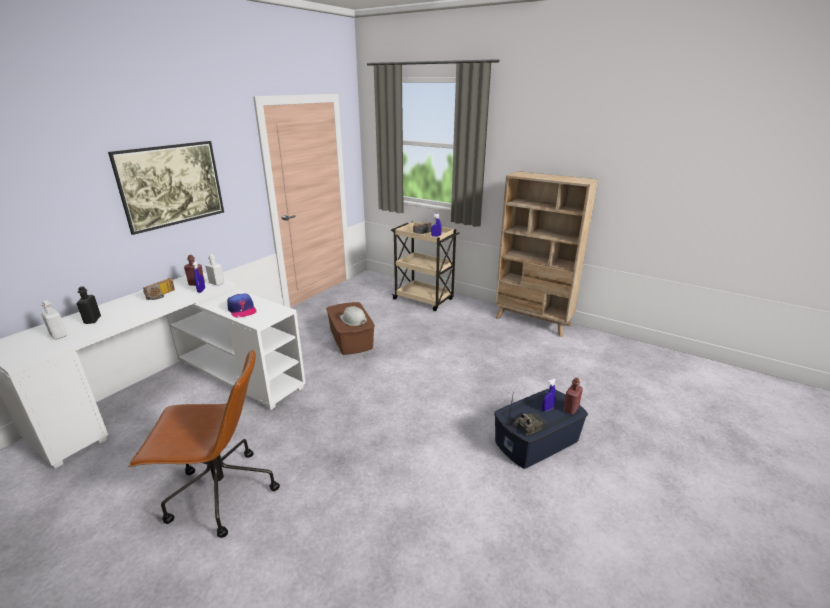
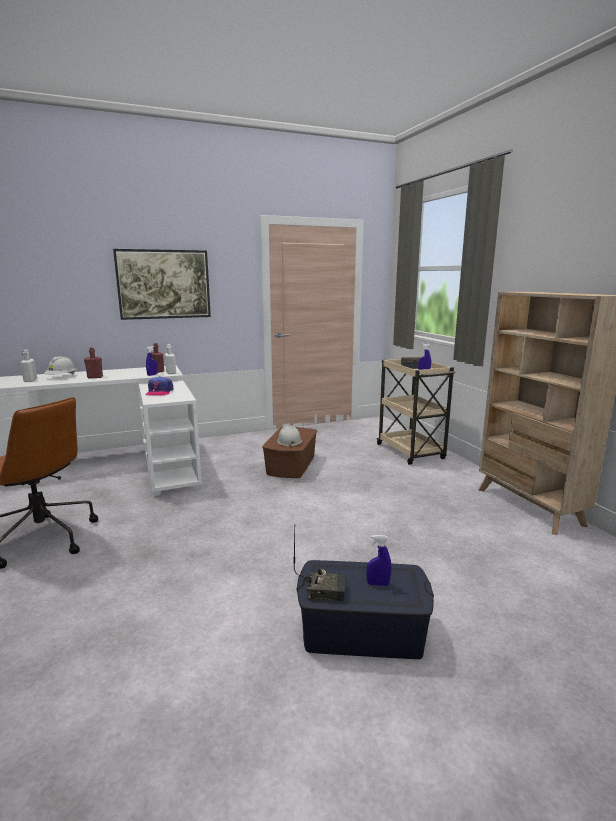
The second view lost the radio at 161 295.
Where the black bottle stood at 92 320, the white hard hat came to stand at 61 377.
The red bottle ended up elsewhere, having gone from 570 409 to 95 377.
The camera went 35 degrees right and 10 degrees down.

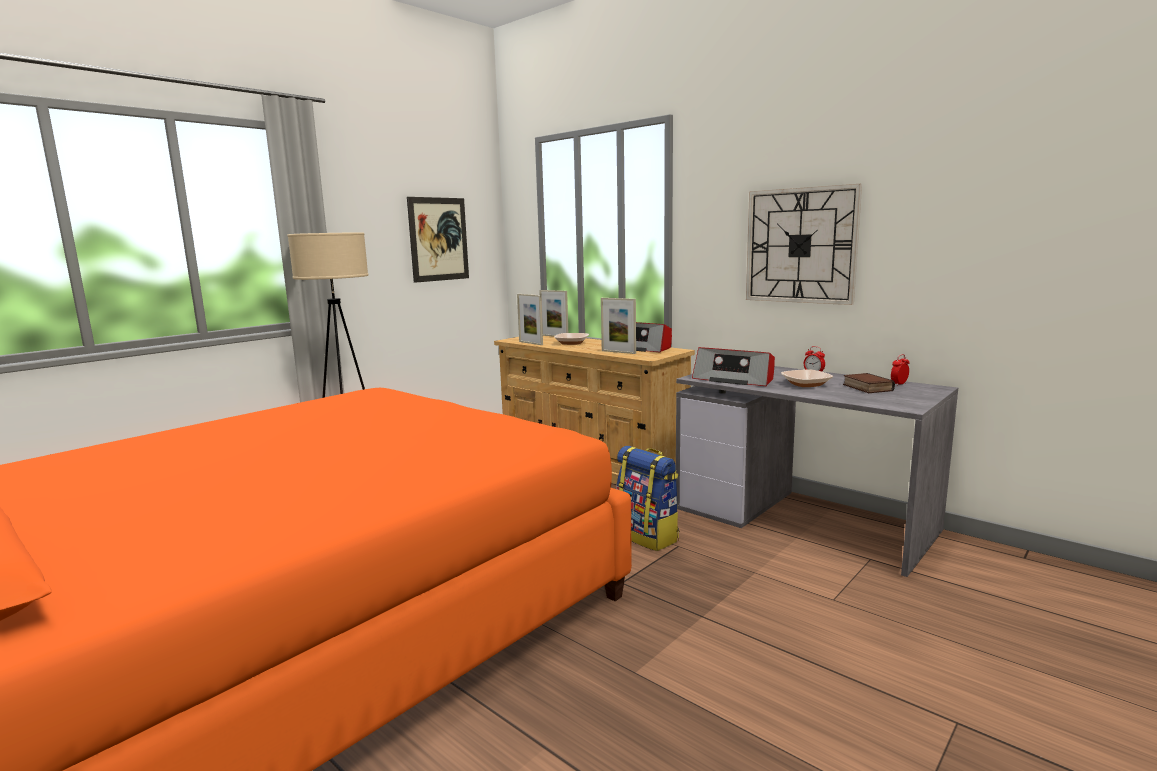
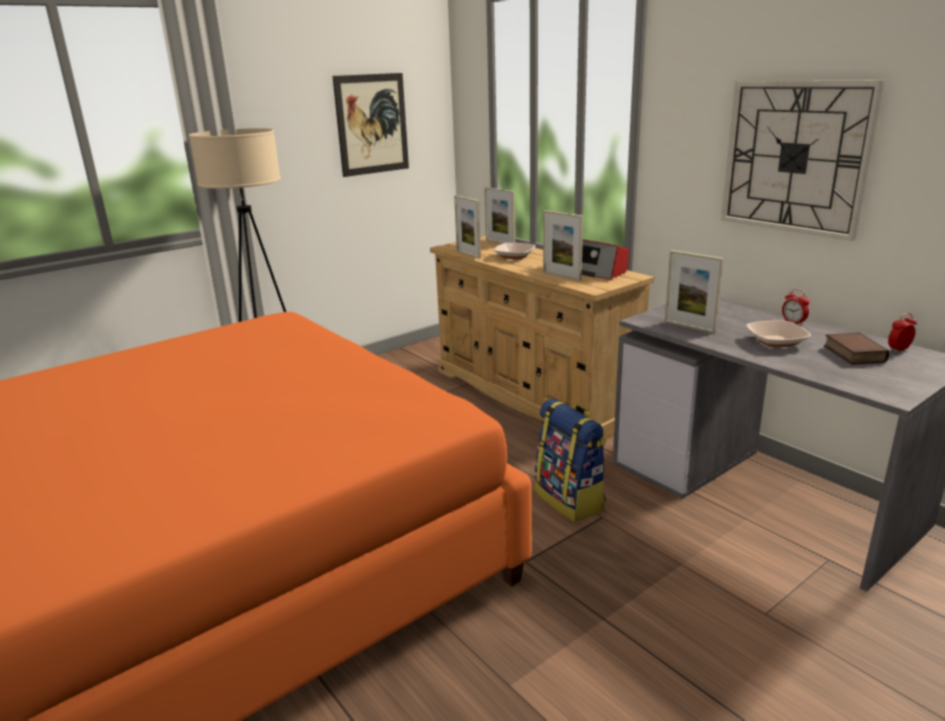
Where the radio stood at 734 379, the picture frame came to stand at 689 327.
The camera went 10 degrees right and 10 degrees up.

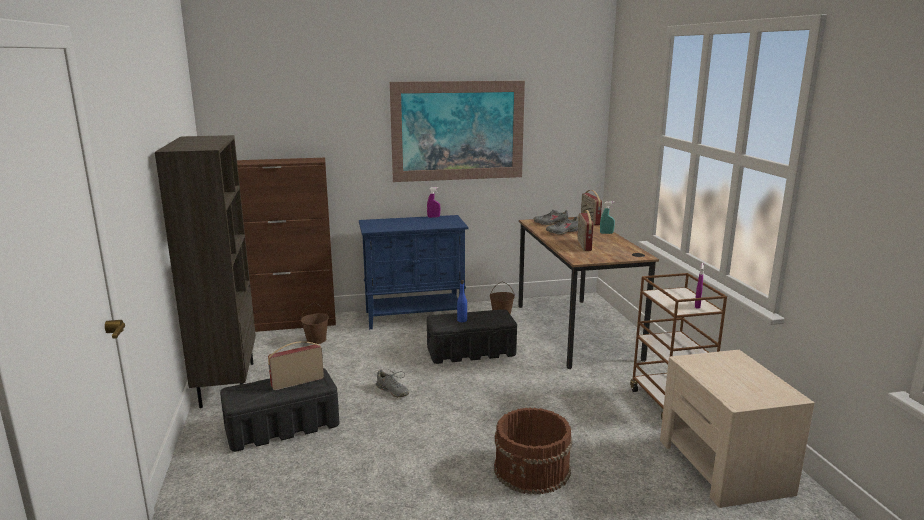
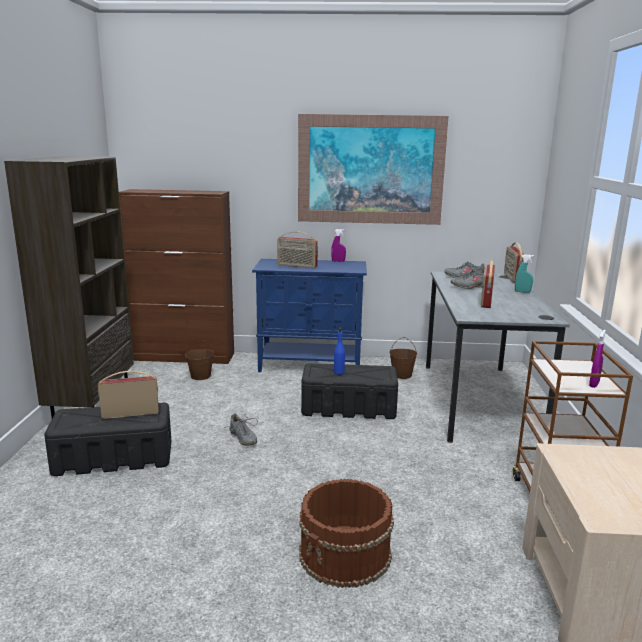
What was the brown desk at 576 331 turned into the grey desk at 478 401.
The second view gained the radio at 297 266.
The camera went 15 degrees right and 0 degrees up.

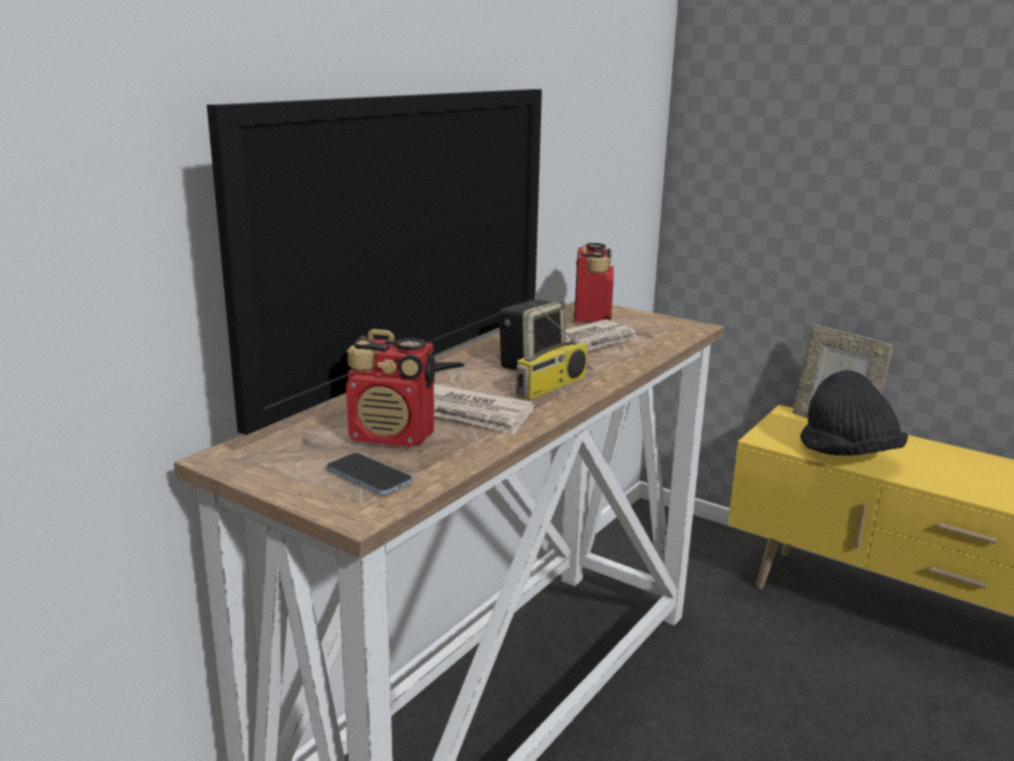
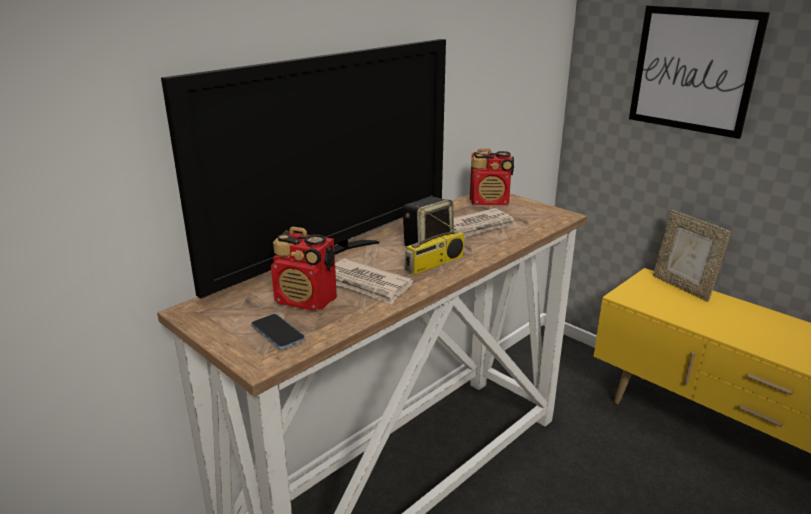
The radio at 592 315 ended up facing another way, 75 degrees clockwise from before.
The second view lost the black hat at 847 455.
The second view gained the picture at 693 70.
The camera went 10 degrees right and 5 degrees up.

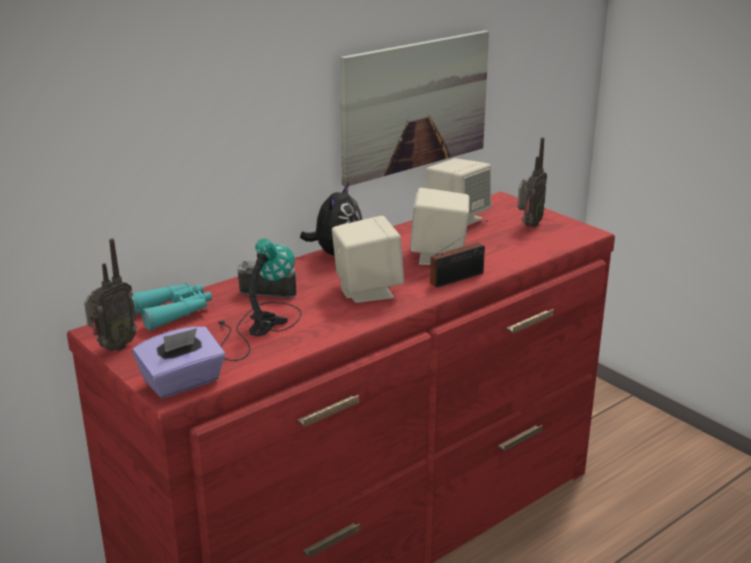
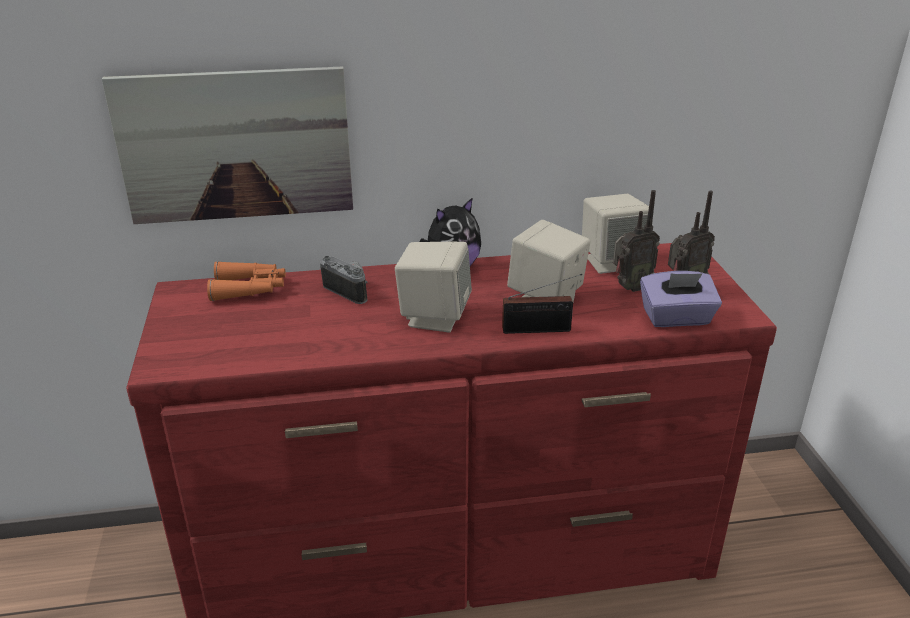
The picture ended up elsewhere, having gone from 415 105 to 236 145.
The radio ended up elsewhere, having gone from 113 347 to 629 287.
The second view lost the table lamp at 257 327.
What was the turquoise binoculars at 173 312 turned into the orange binoculars at 250 289.
The purple tissue box ended up elsewhere, having gone from 182 382 to 676 318.
The camera went 30 degrees right and 5 degrees up.

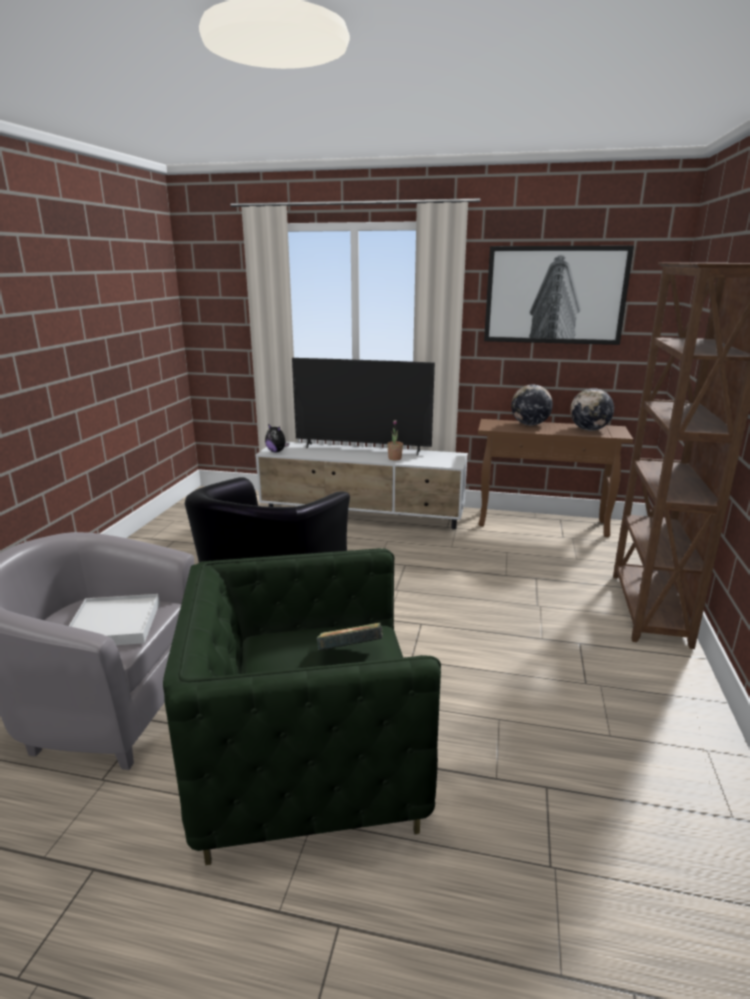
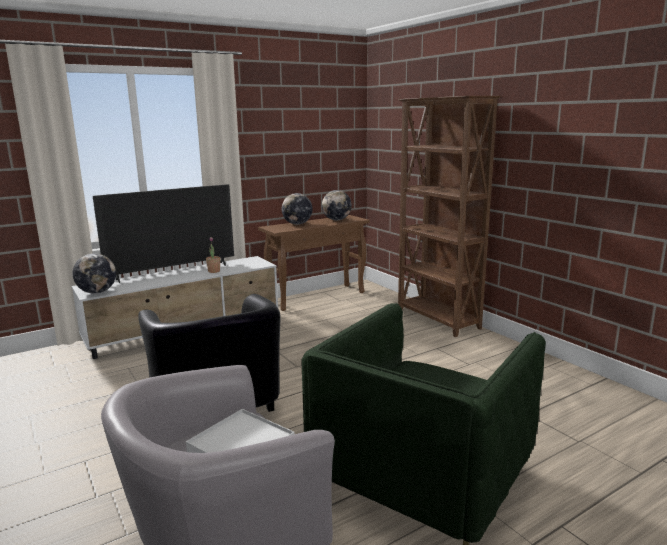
The second view lost the picture at 555 295.
Where the plush toy stood at 277 451, the globe came to stand at 97 292.
The second view lost the book at 350 654.
The camera went 45 degrees left and 5 degrees down.

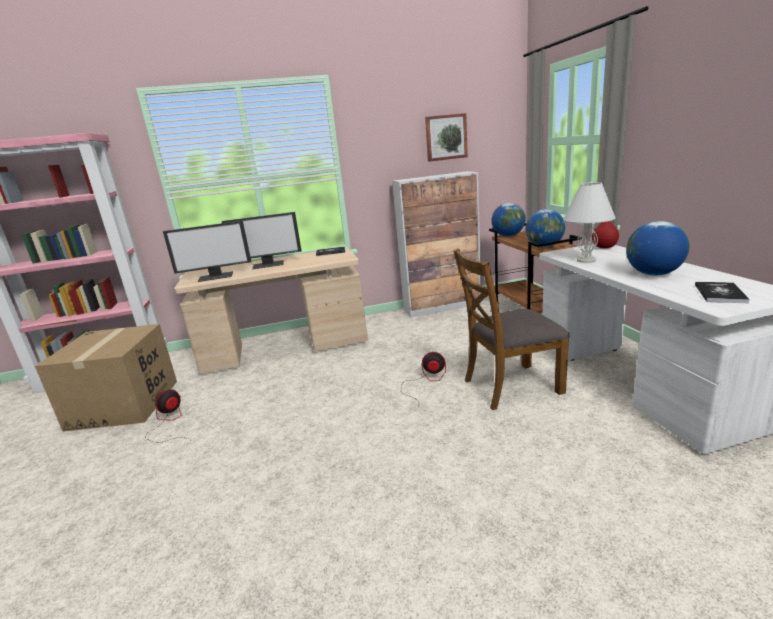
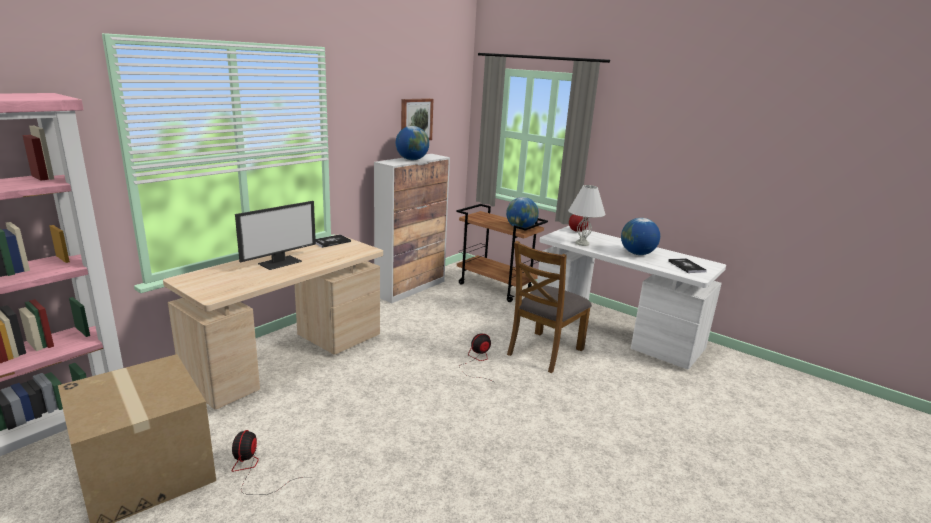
The globe ended up elsewhere, having gone from 508 236 to 412 160.
The second view lost the monitor at 216 276.
The camera went 40 degrees left and 0 degrees up.

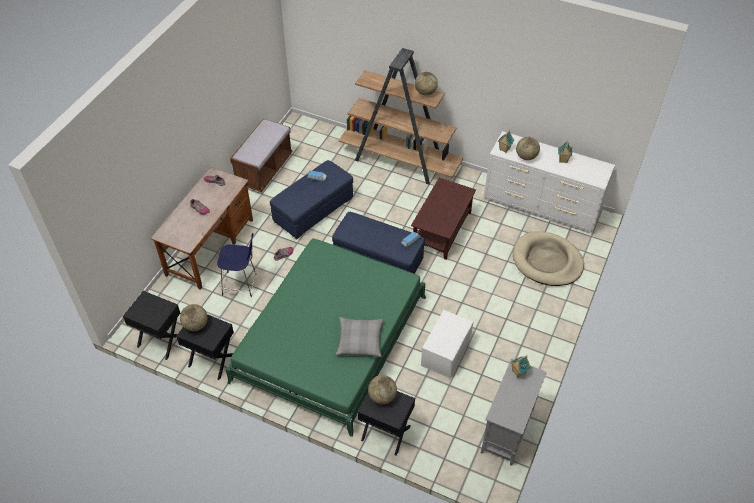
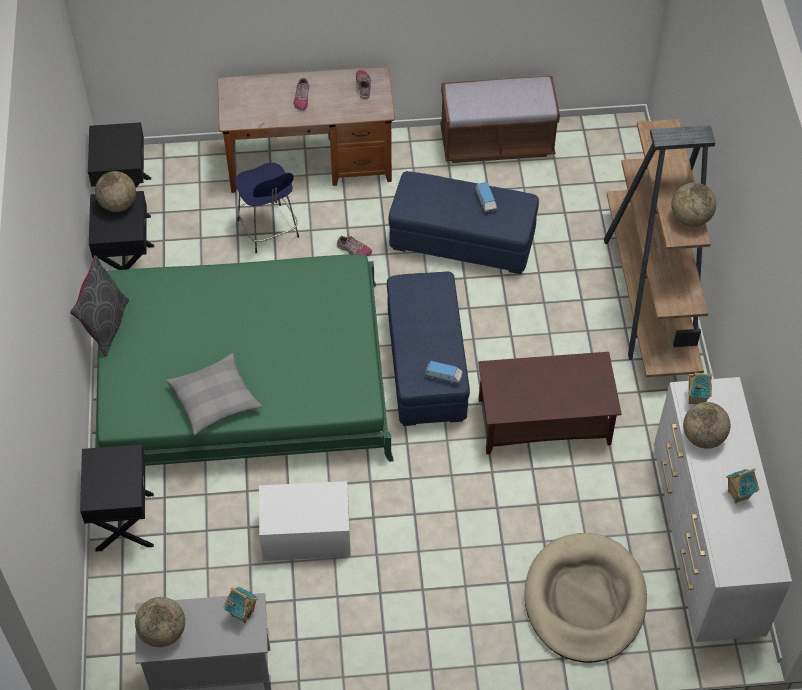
The globe ended up elsewhere, having gone from 382 396 to 163 632.
The second view gained the grey pillow at 105 326.
The camera went 60 degrees right and 5 degrees up.

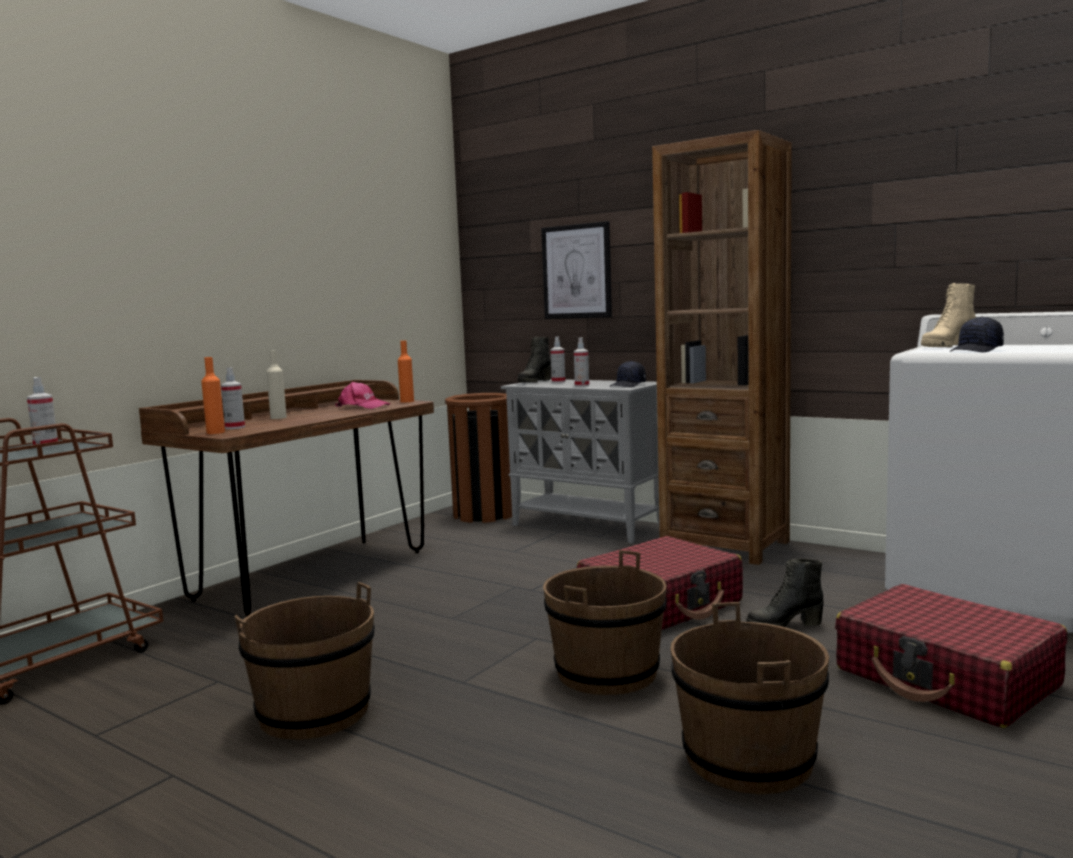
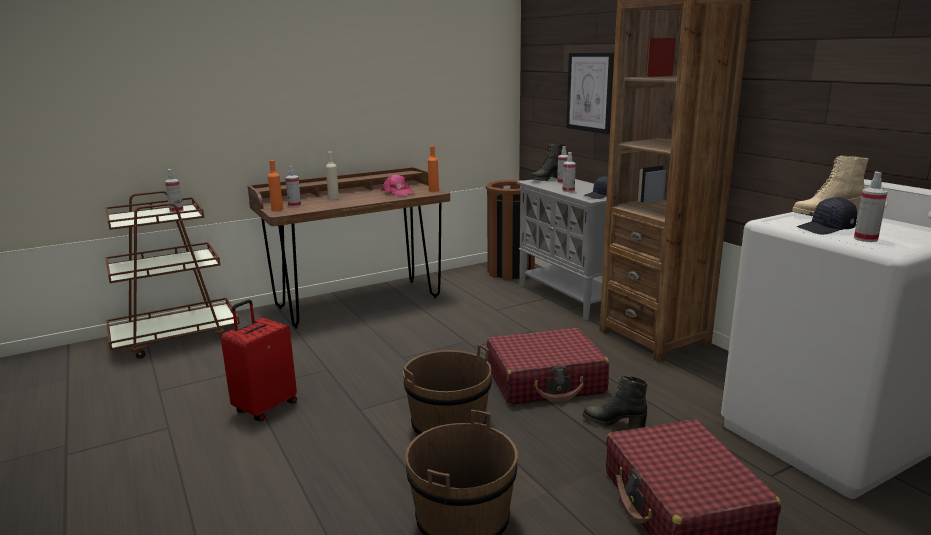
Where the brown bucket stood at 314 712, the red suitcase came to stand at 265 407.
The second view gained the spray bottle at 865 239.
The camera went 25 degrees right and 10 degrees up.

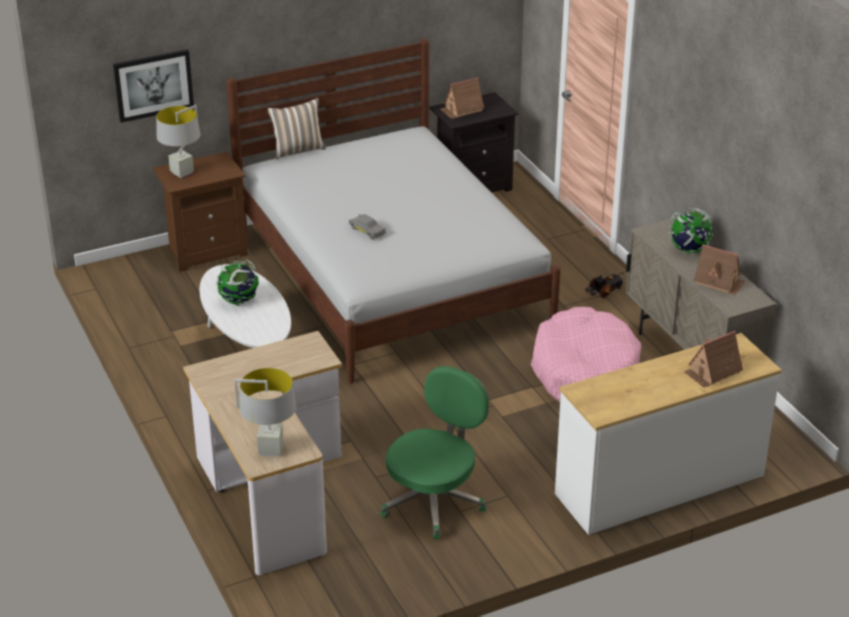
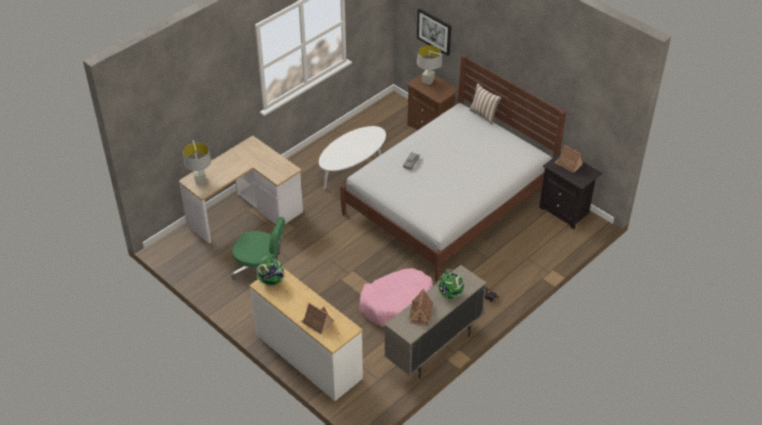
The globe ended up elsewhere, having gone from 239 301 to 272 281.
The camera went 70 degrees right and 10 degrees up.

